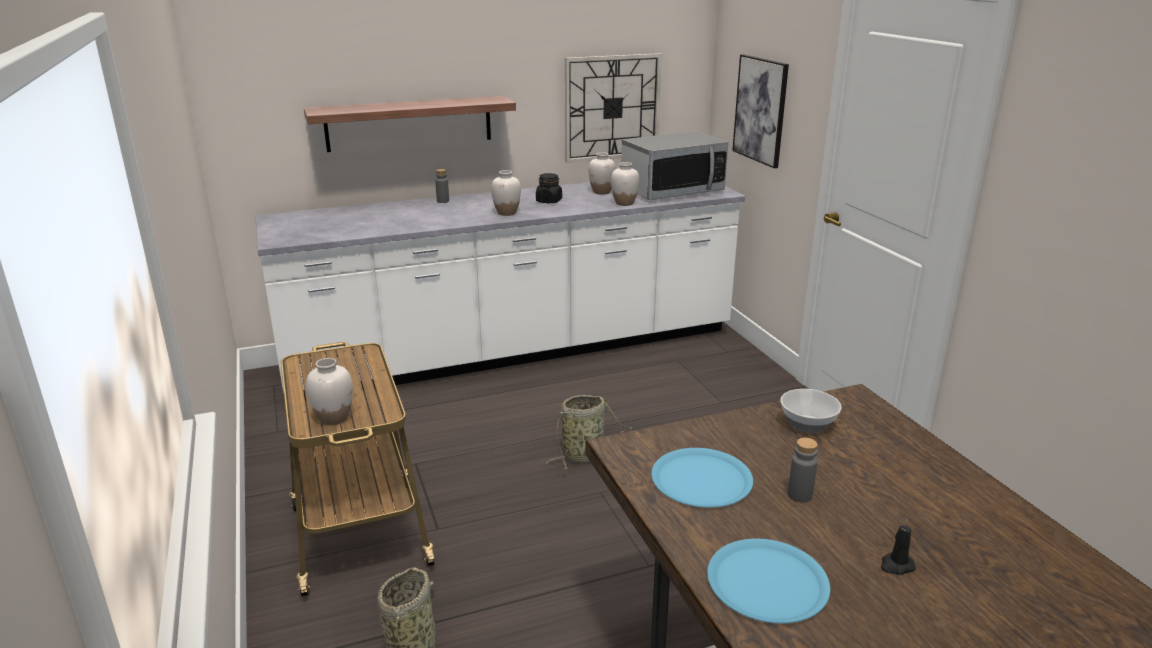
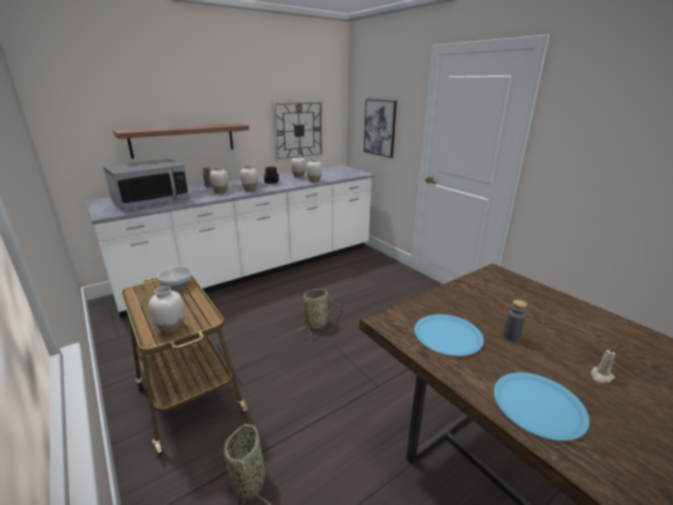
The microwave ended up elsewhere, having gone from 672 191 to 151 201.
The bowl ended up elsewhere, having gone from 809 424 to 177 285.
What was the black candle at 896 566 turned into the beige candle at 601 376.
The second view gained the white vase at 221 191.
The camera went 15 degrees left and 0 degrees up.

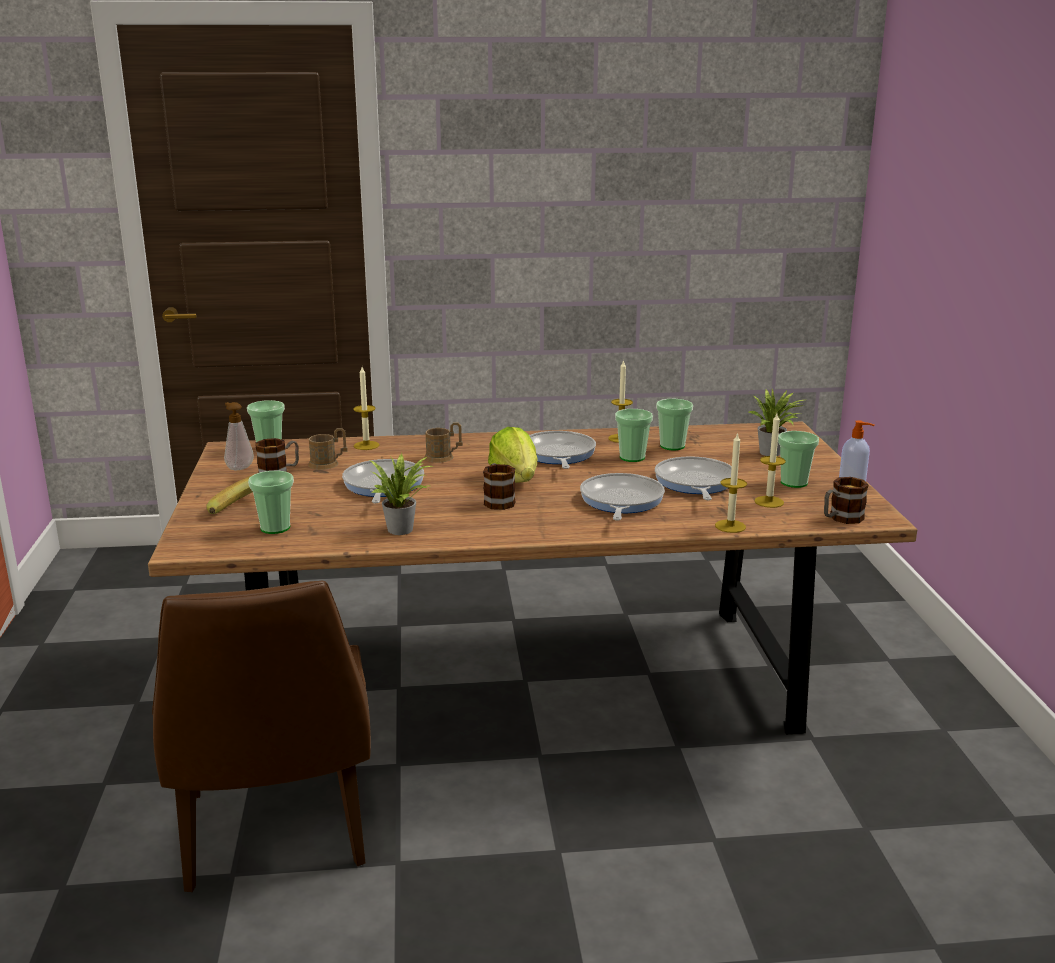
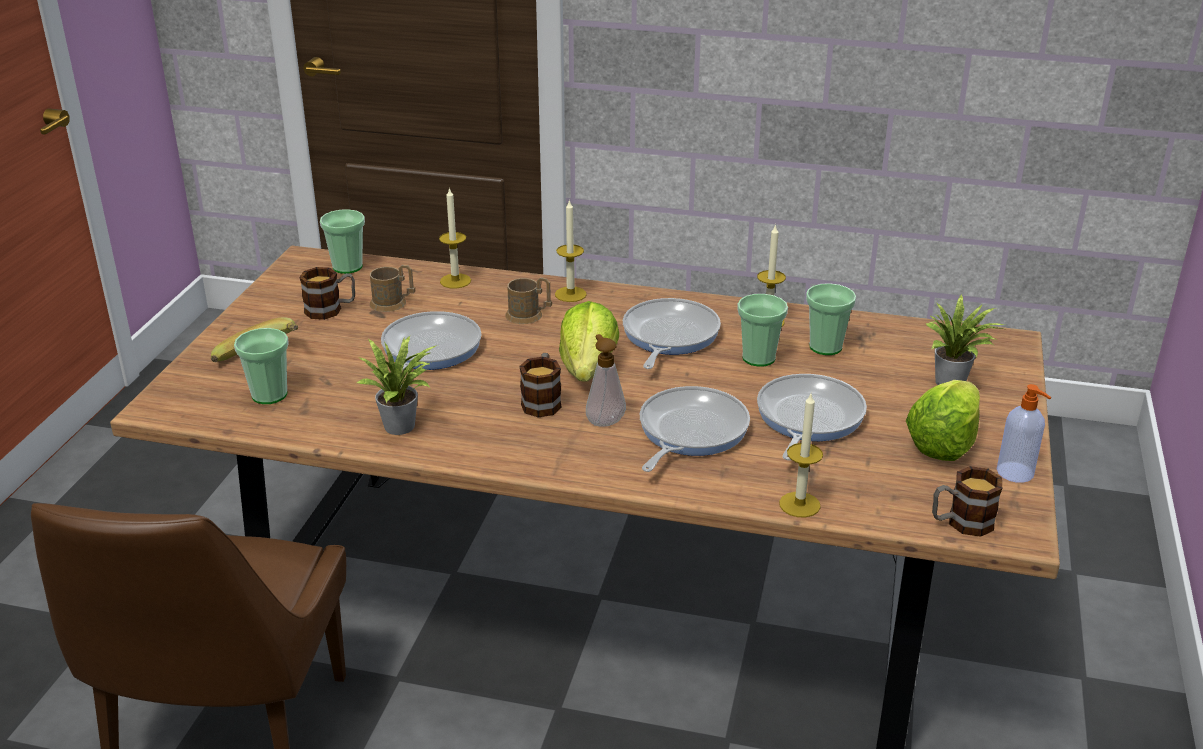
The soap dispenser ended up elsewhere, having gone from 239 467 to 604 420.
The candle ended up elsewhere, having gone from 769 502 to 570 294.
Where the cup stood at 794 482, the lettuce came to stand at 943 443.
The camera went 20 degrees right and 10 degrees up.

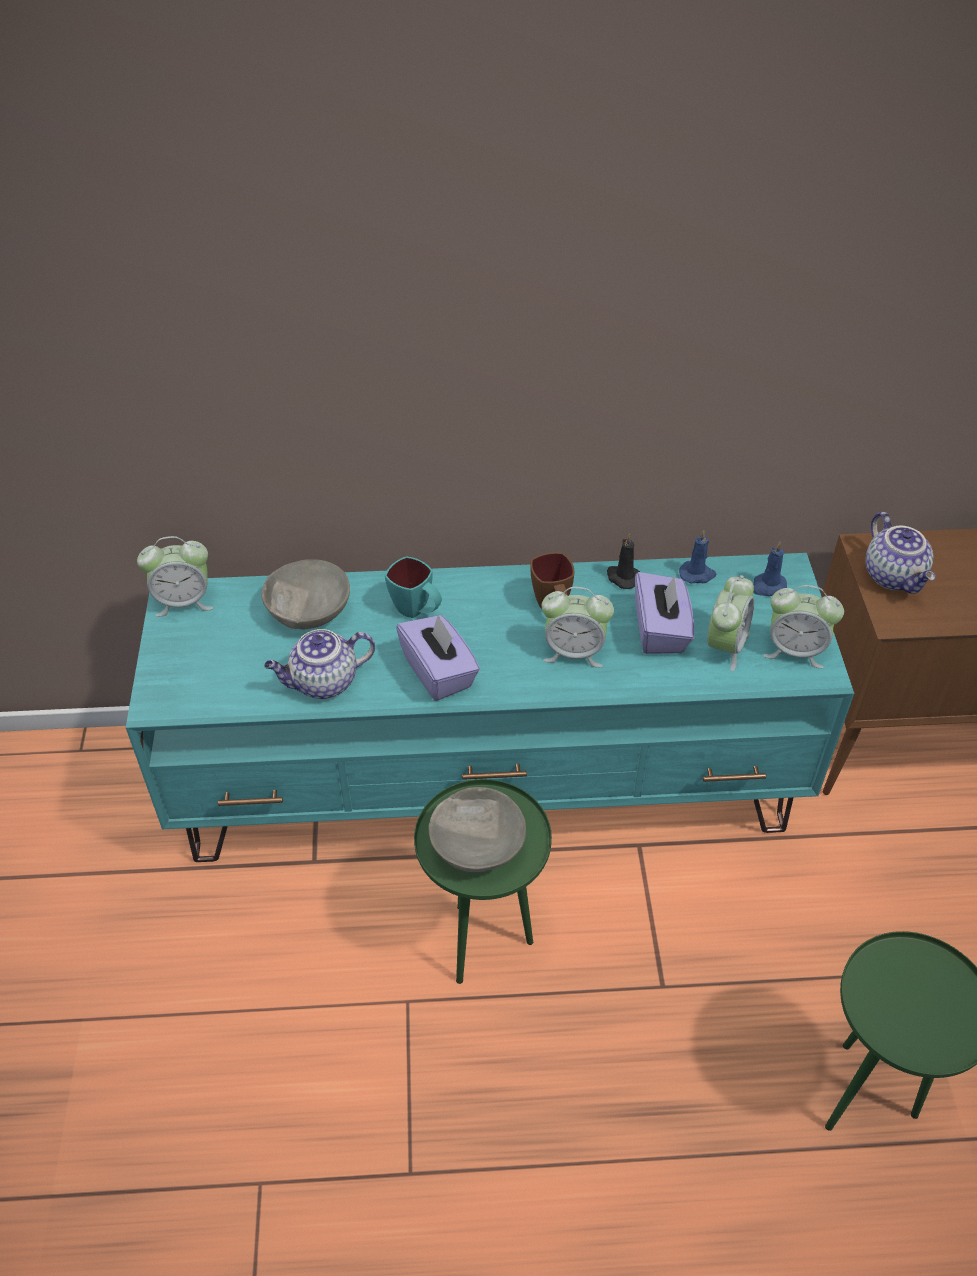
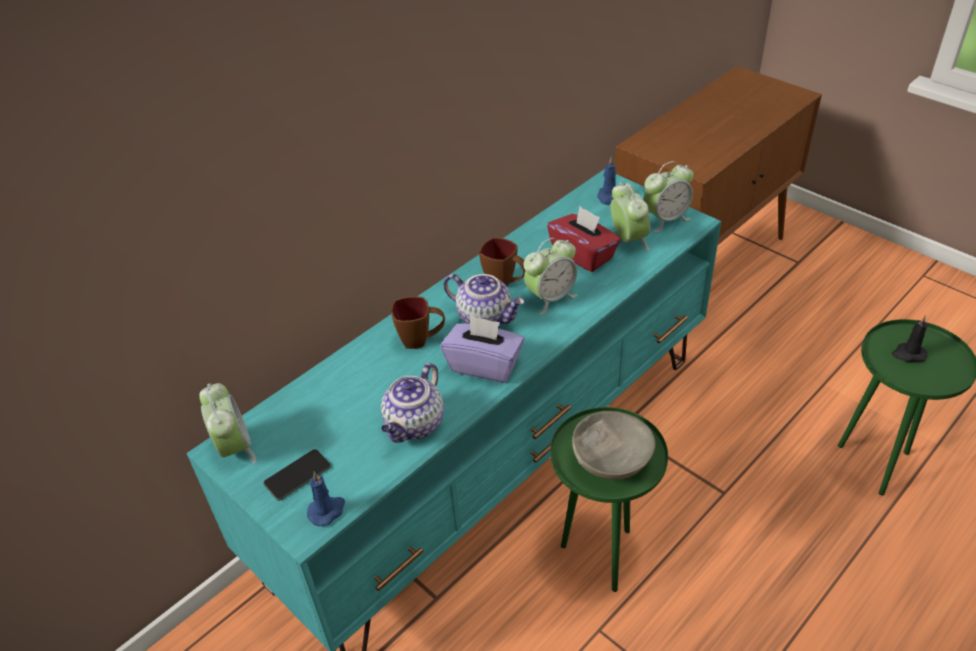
The teapot ended up elsewhere, having gone from 894 576 to 486 317.
The blue candle ended up elsewhere, having gone from 697 574 to 327 510.
The black candle ended up elsewhere, having gone from 622 577 to 908 354.
The alarm clock at 184 601 ended up facing another way, 60 degrees counterclockwise from before.
What was the turquoise mug at 417 611 turned into the brown mug at 421 340.
The second view lost the grey bowl at 310 612.
What was the purple tissue box at 660 630 turned into the red tissue box at 583 255.
The second view gained the phone at 297 475.
The camera went 40 degrees left and 5 degrees down.

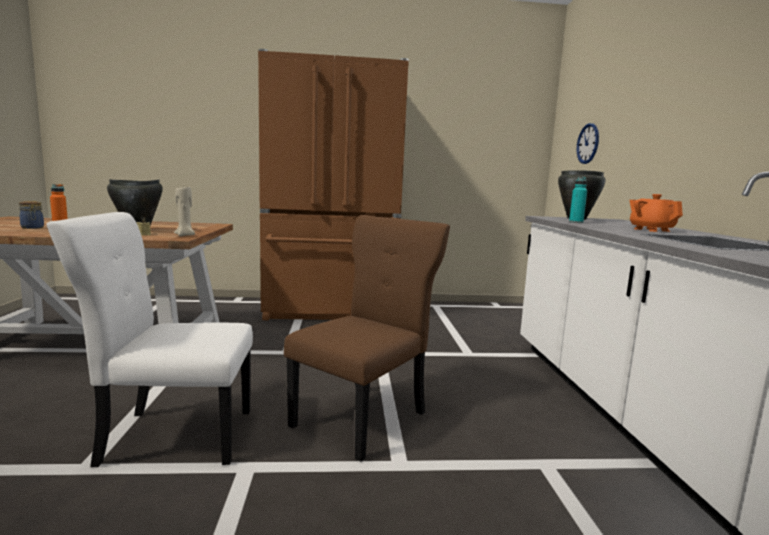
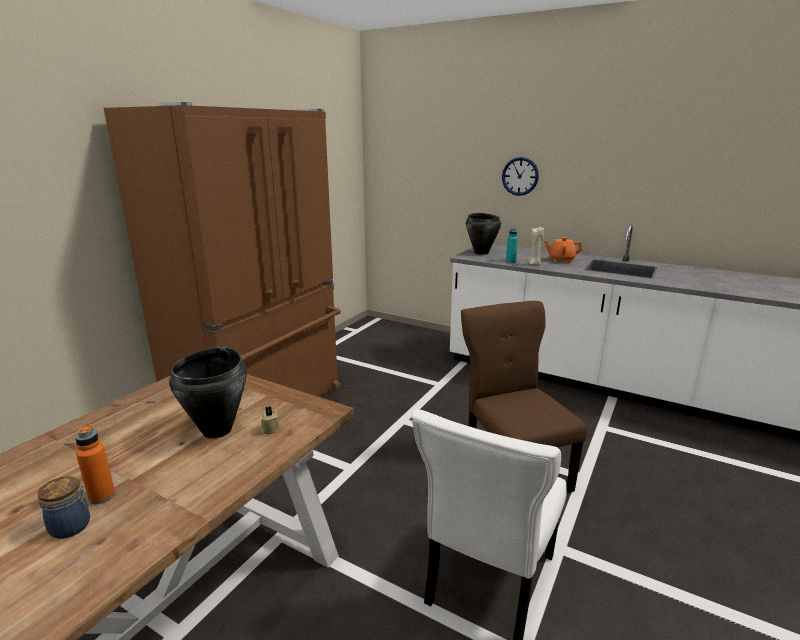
The wall clock ended up elsewhere, having gone from 588 143 to 520 176.
The beige candle ended up elsewhere, having gone from 185 235 to 534 264.
The camera went 55 degrees left and 10 degrees up.

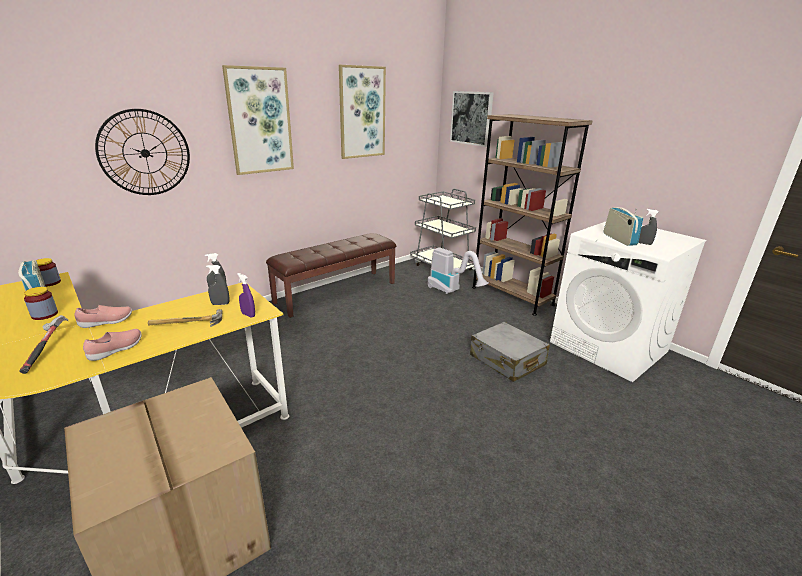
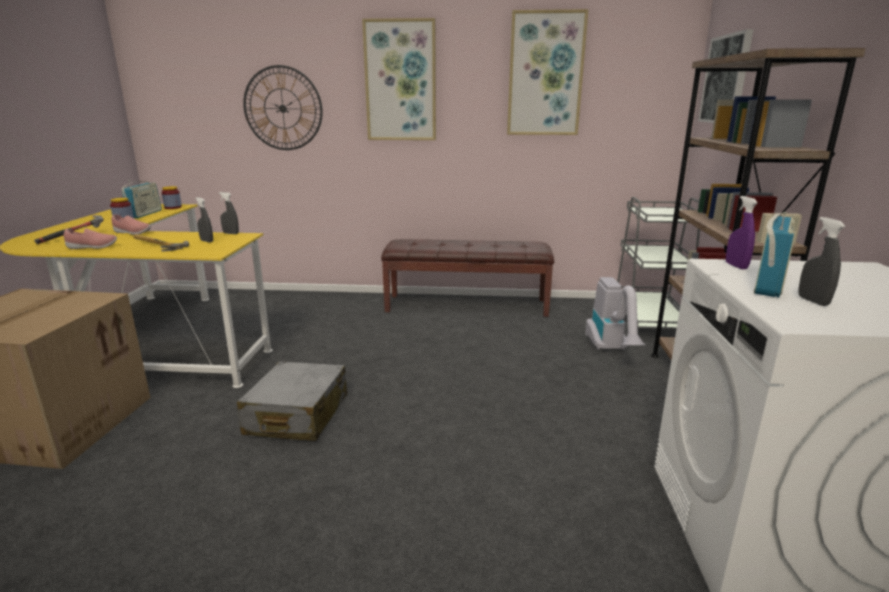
The purple spray bottle ended up elsewhere, having gone from 248 315 to 736 266.
The grey suitcase ended up elsewhere, having gone from 507 360 to 297 415.
The camera went 45 degrees right and 5 degrees down.

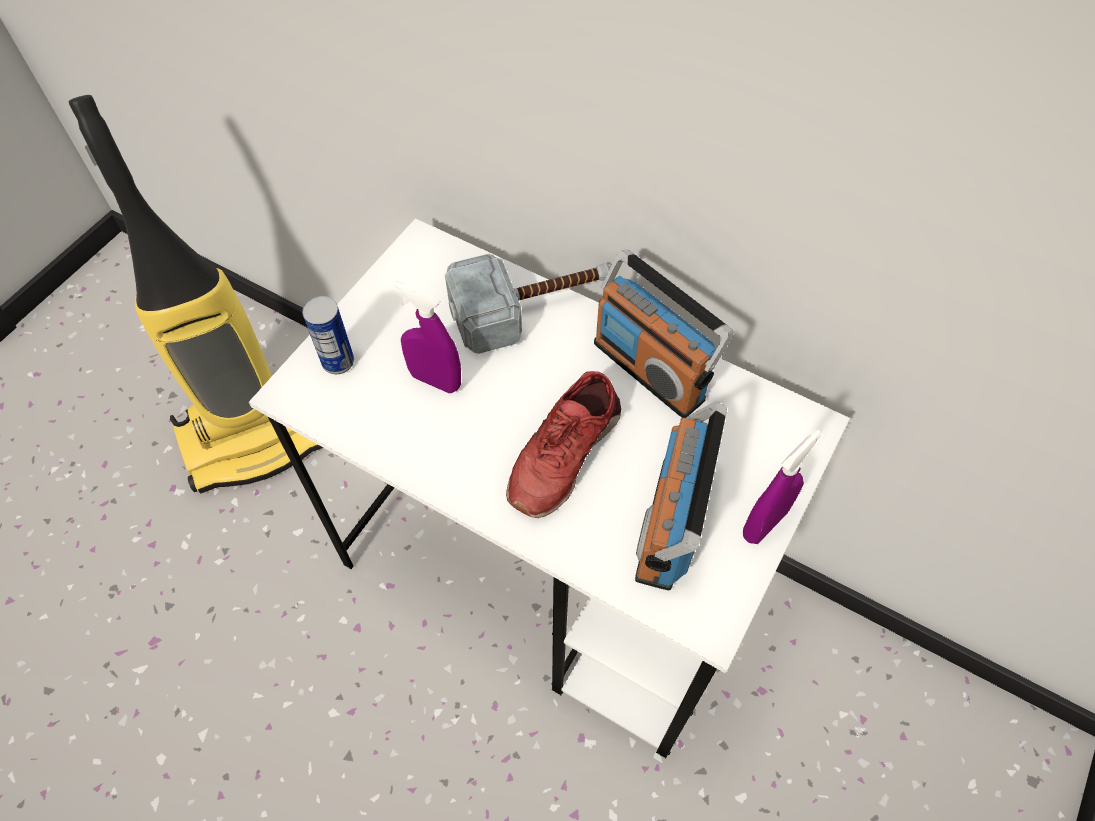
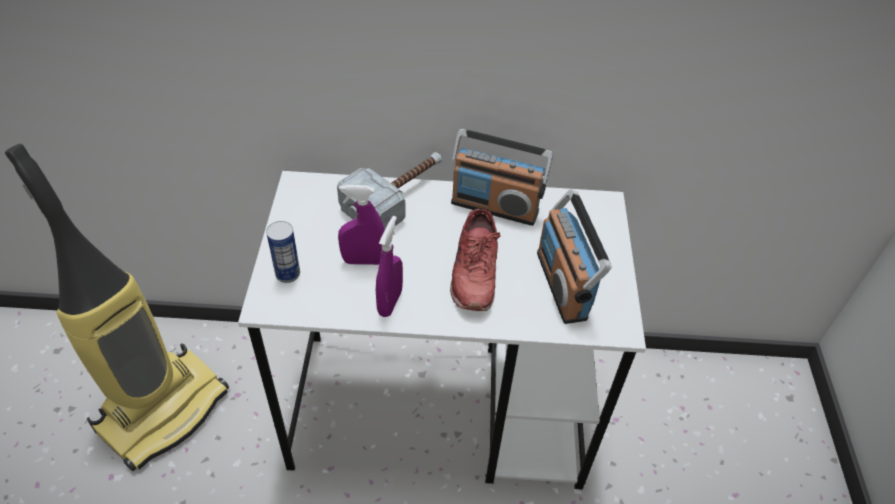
The purple spray bottle ended up elsewhere, having gone from 764 523 to 390 302.
The camera went 30 degrees left and 10 degrees down.

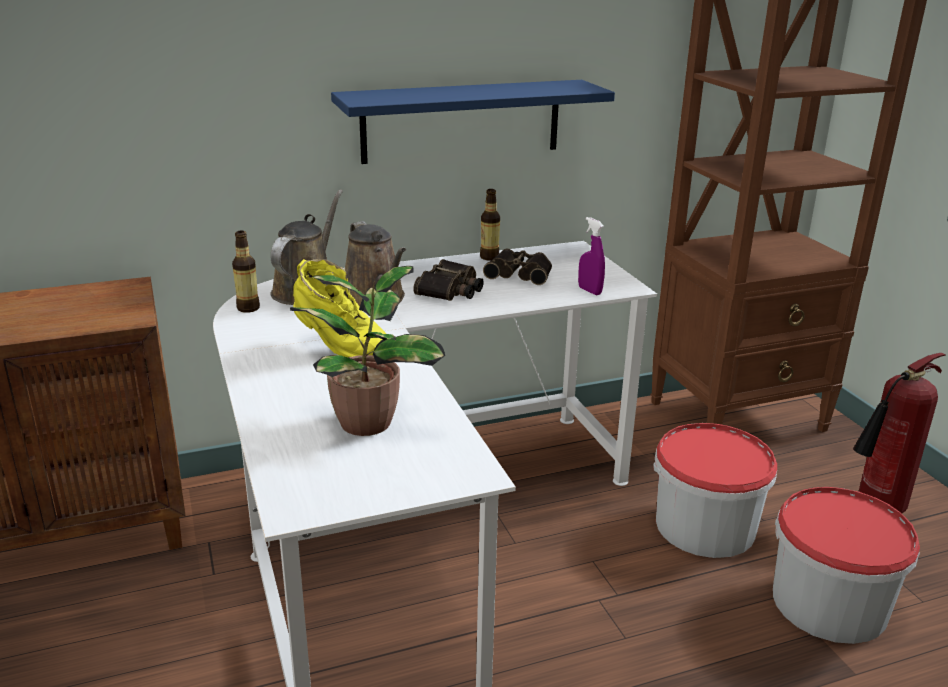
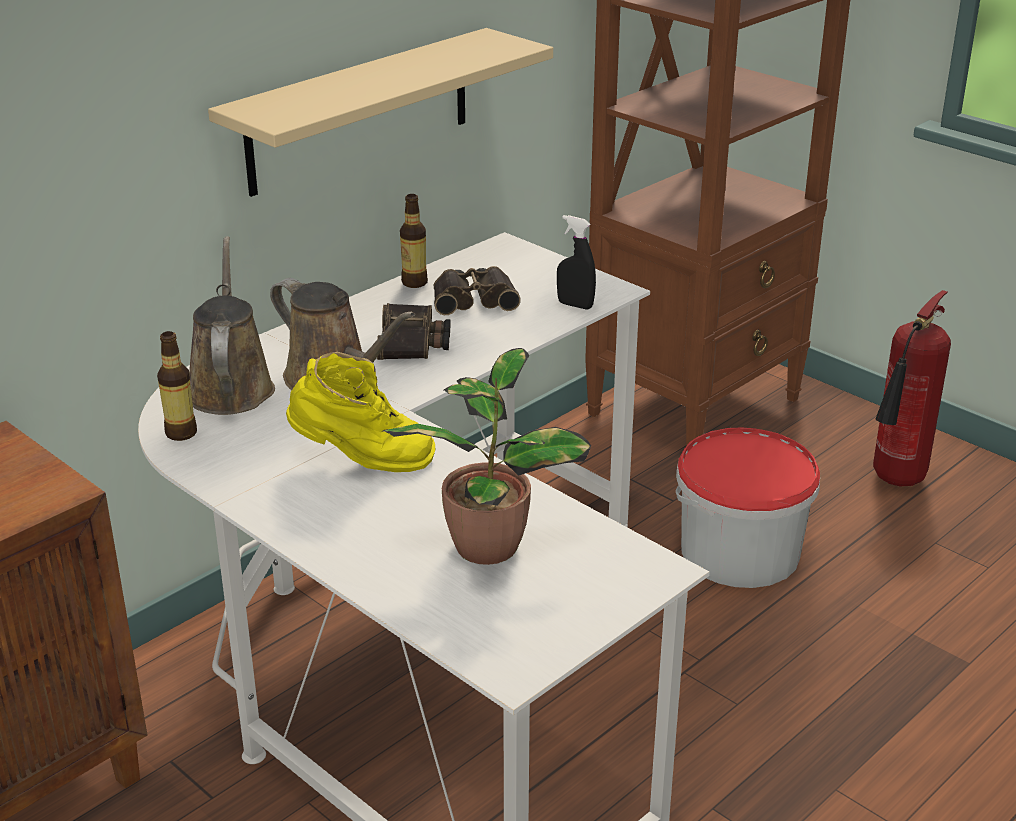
What was the blue shelf at 461 121 turned into the beige shelf at 360 111.
What was the purple spray bottle at 589 291 turned into the black spray bottle at 575 305.
The second view lost the bucket at 829 603.
The camera went 25 degrees left and 5 degrees up.

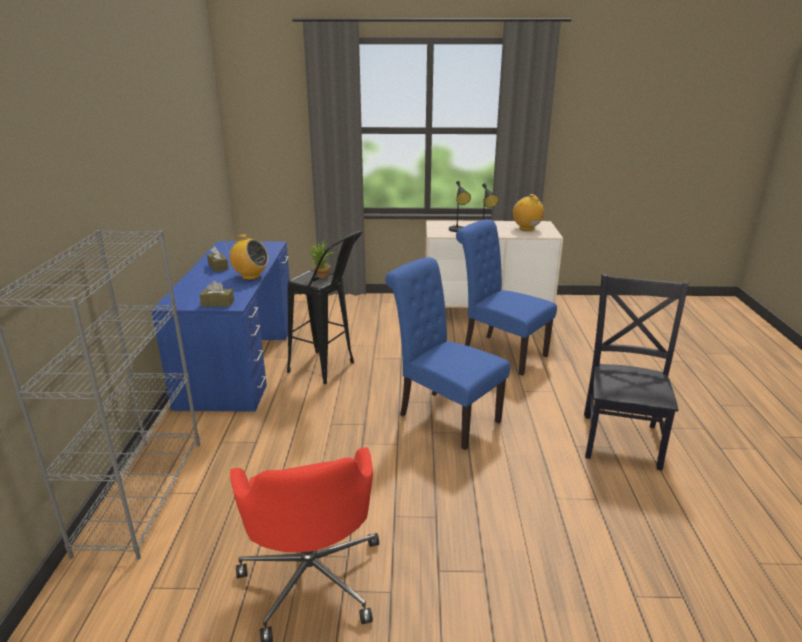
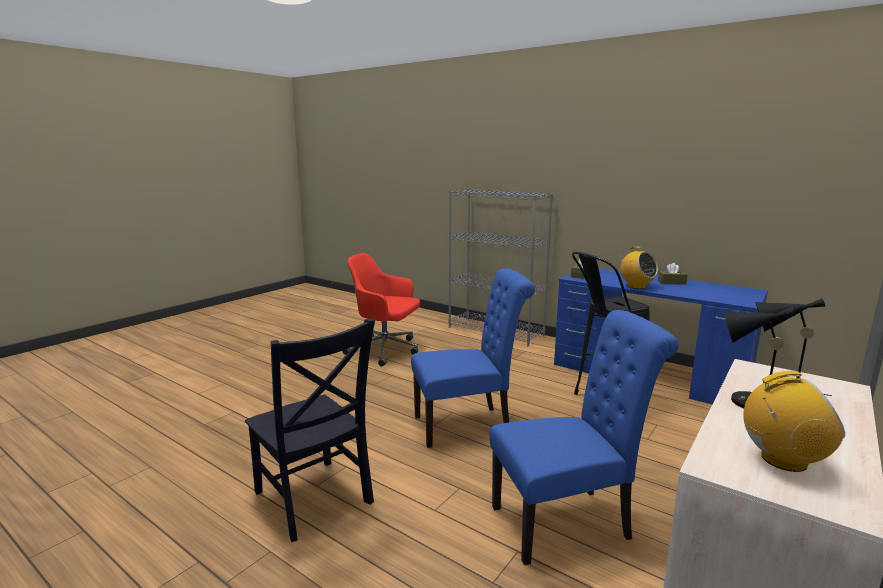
The radio at 250 276 ended up facing another way, 90 degrees counterclockwise from before.
The second view lost the potted plant at 322 277.
The camera went 125 degrees right and 10 degrees down.

